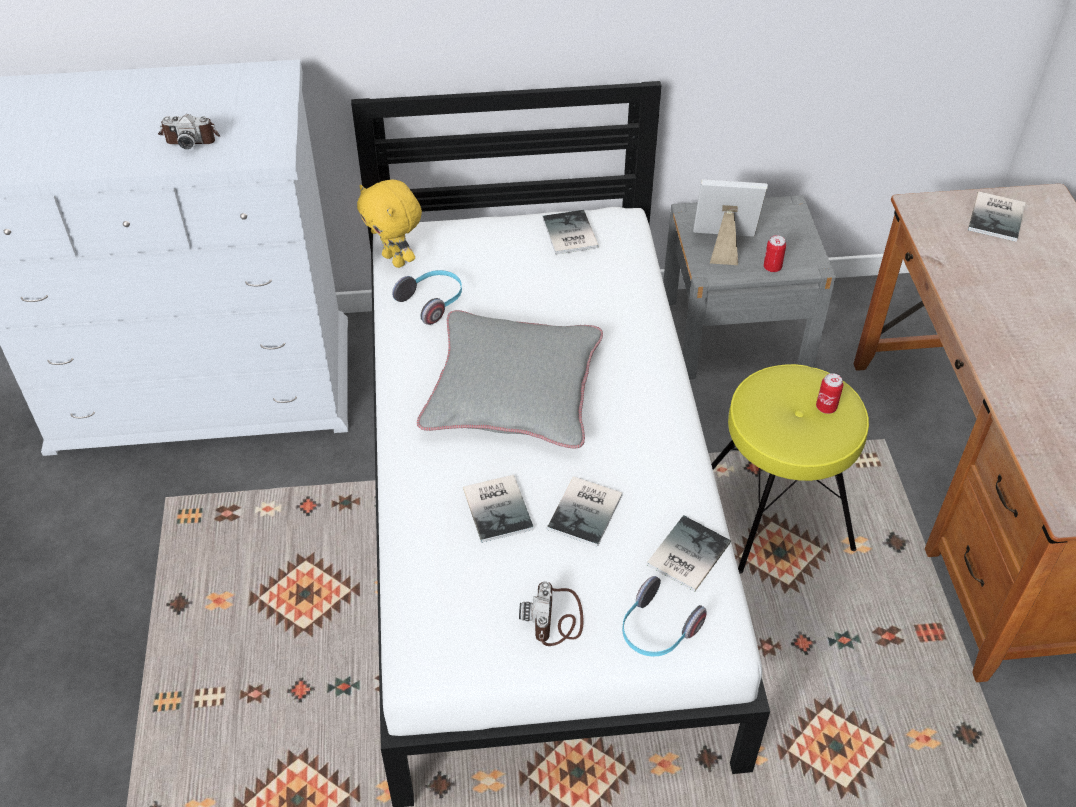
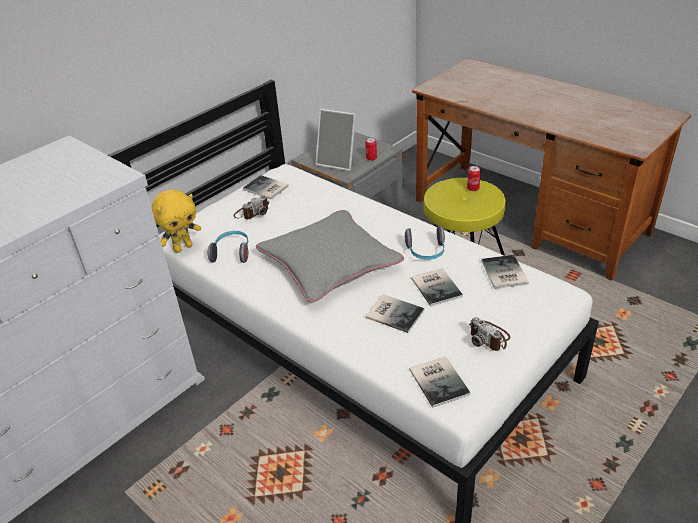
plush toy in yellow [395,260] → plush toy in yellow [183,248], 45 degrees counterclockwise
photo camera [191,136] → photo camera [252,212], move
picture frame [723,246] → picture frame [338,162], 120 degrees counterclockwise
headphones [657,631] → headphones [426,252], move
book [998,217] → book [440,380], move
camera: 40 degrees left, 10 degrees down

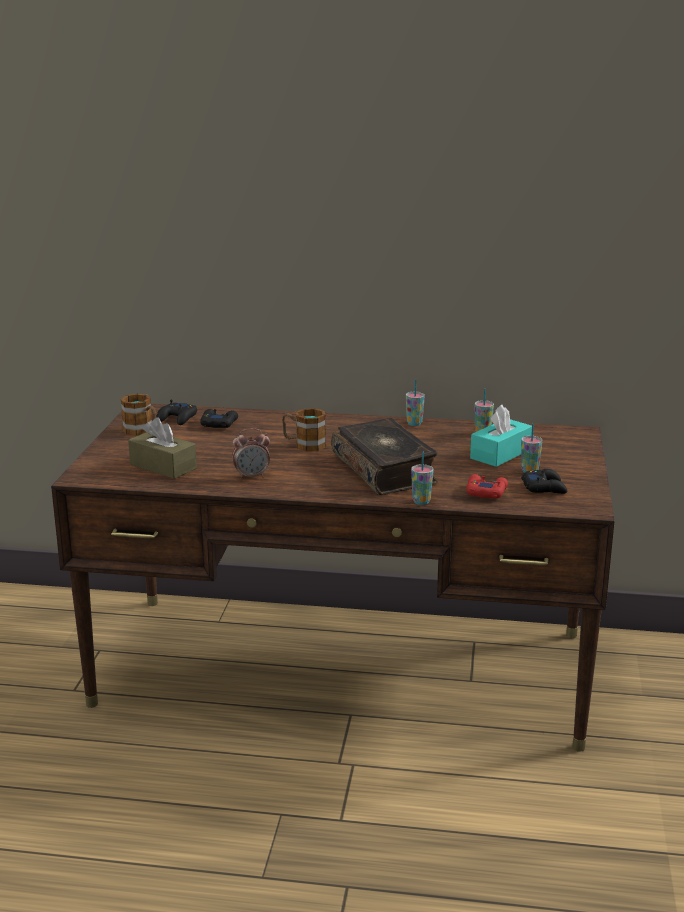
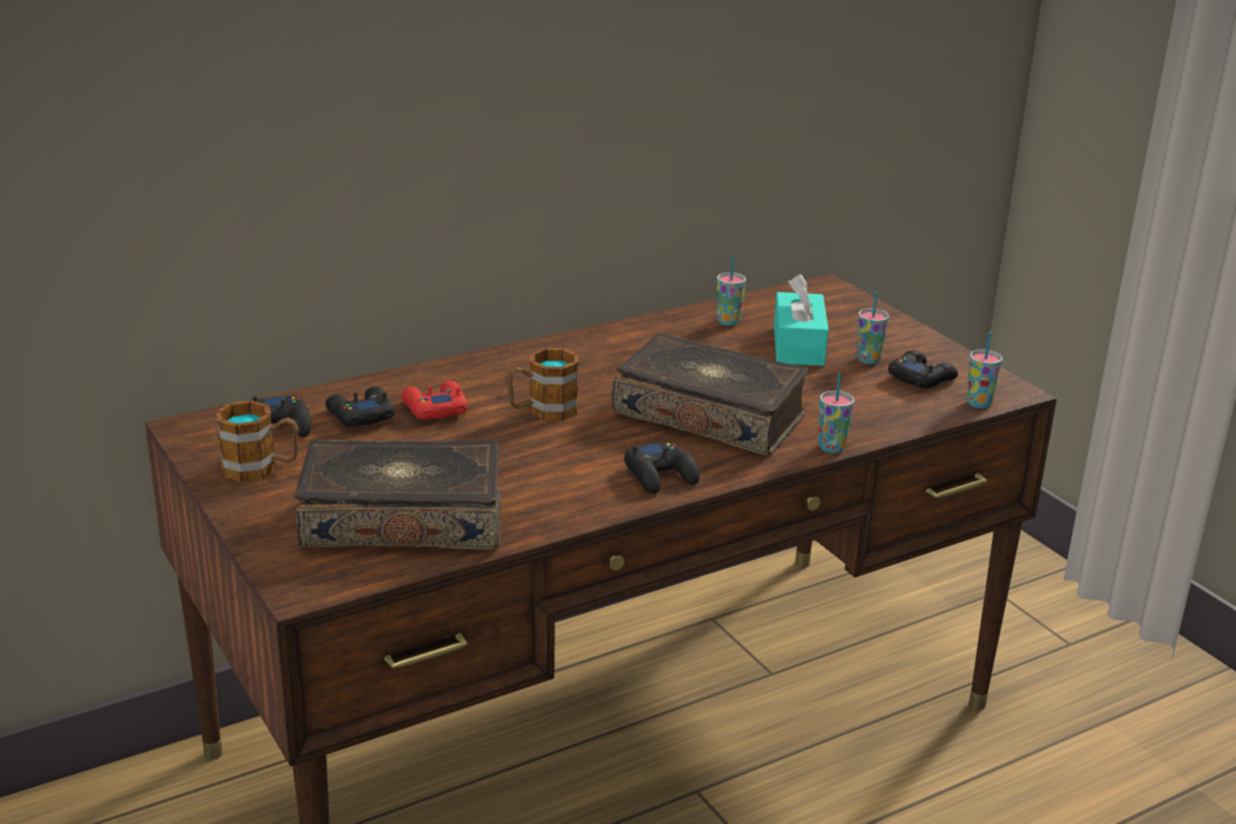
tissue box in brown [163,466] → book [403,518]
game controller in red [486,492] → game controller in red [434,409], move
- → game controller in black [661,475]
cup [414,423] → cup [978,403], move
alarm clock [251,476] → -
camera: 40 degrees left, 5 degrees up

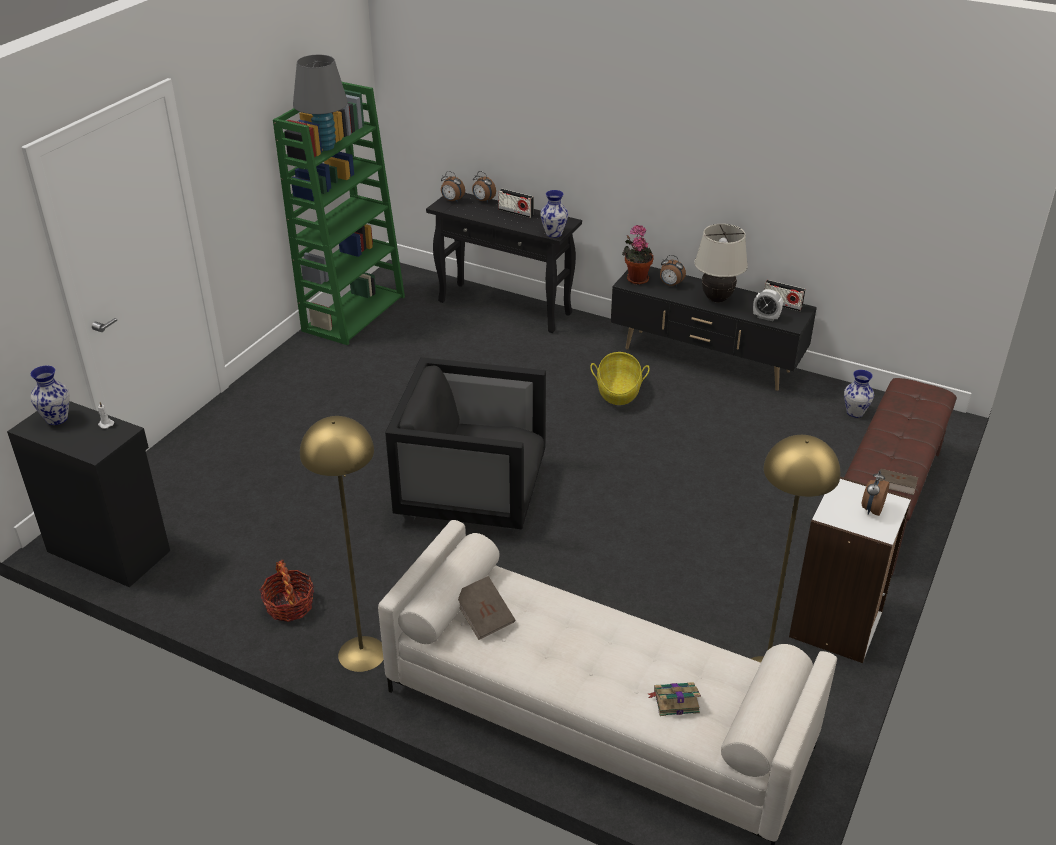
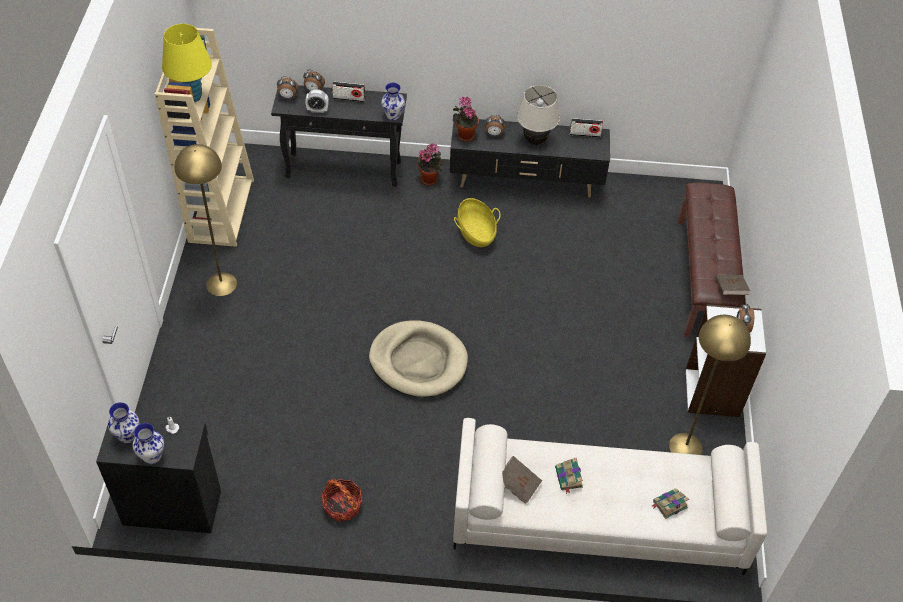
vase [854,412] → vase [152,457], move
bookcase in green [354,313] → bookcase in beige [221,209]
table lamp in grey [325,147] → table lamp in yellow [193,97]
floor lamp in yellow [361,653] → floor lamp in yellow [221,284], move
alarm clock [766,317] → alarm clock [317,110], move
armchair in black [473,492] → dog bed in beige [418,361]
- → potted plant [430,178]
- → book [569,478]
camera: 25 degrees left, 15 degrees up

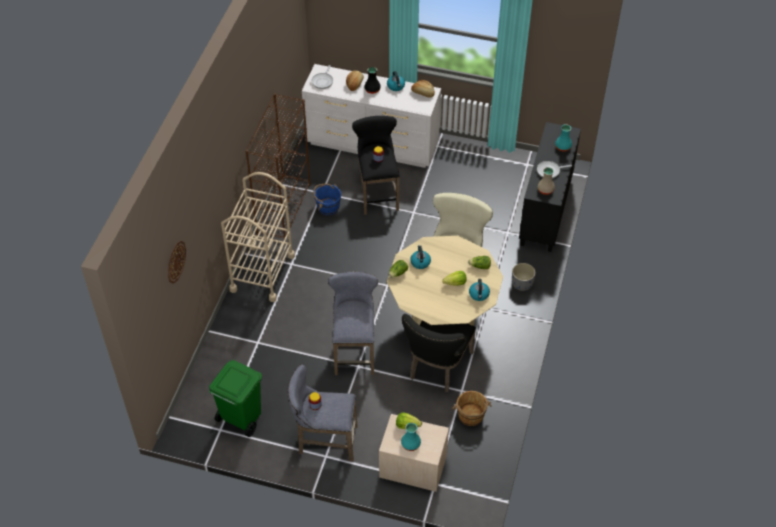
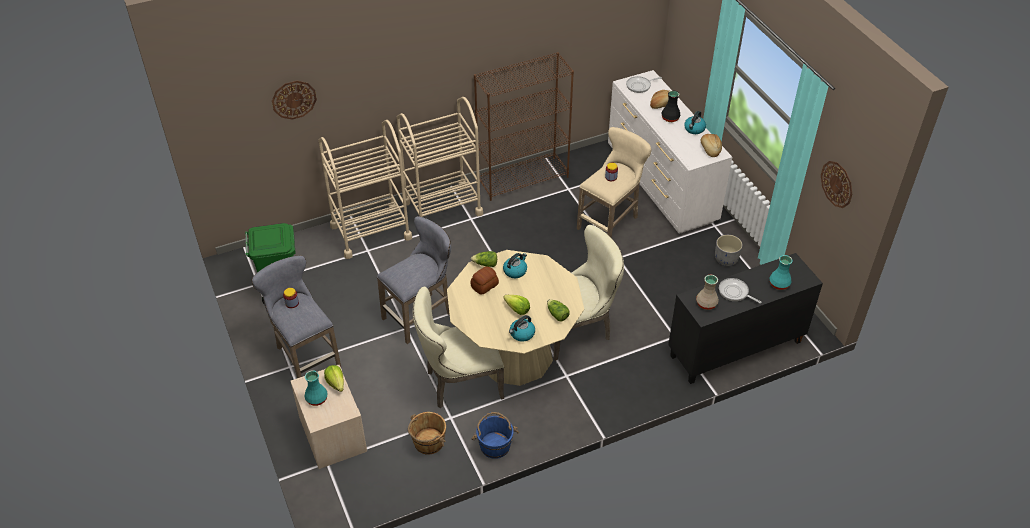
- → cart in beige [371,232]
chair in black [437,368] → chair in beige [459,383]
- → bread [484,285]
bucket in blue [328,207] → bucket in blue [495,445], move
stool in black [377,193] → stool in beige [611,222]
planter in grey [521,284] → planter in grey [725,259], move
- → wall clock [837,184]
camera: 50 degrees right, 5 degrees down

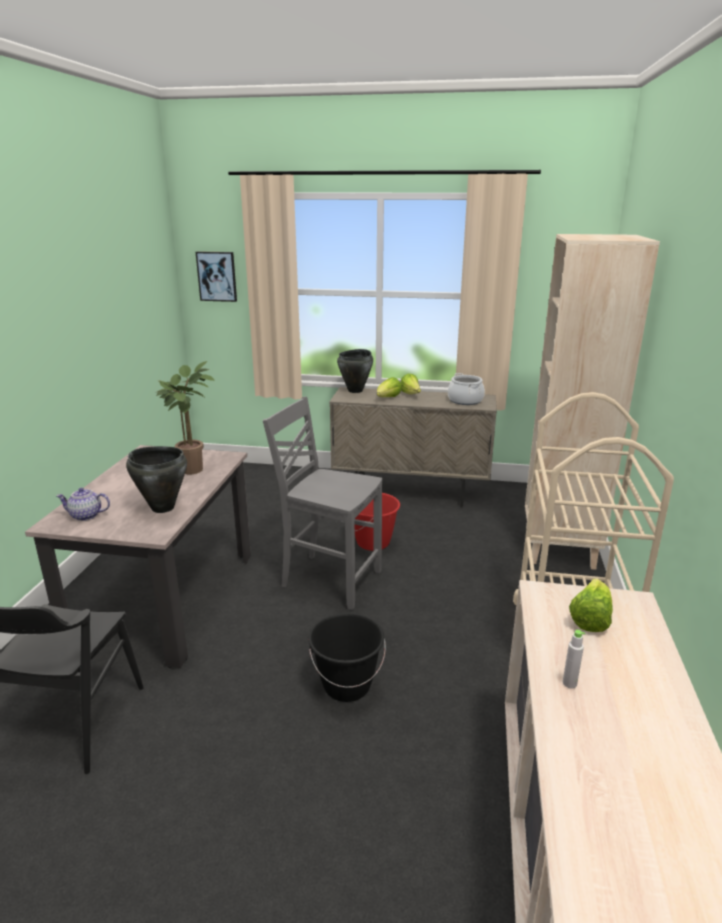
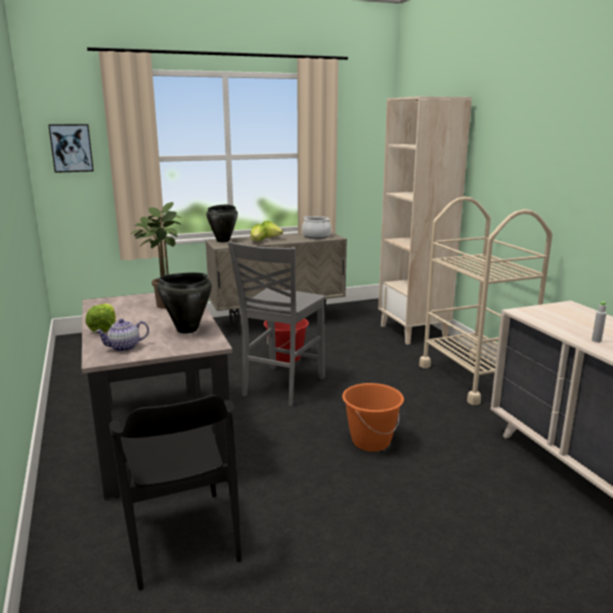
lettuce [590,619] → lettuce [103,328], move
chair in grey [329,579] → chair in grey [281,387], 60 degrees counterclockwise
bucket in black [347,685] → bucket in orange [370,441]
camera: 30 degrees left, 5 degrees down

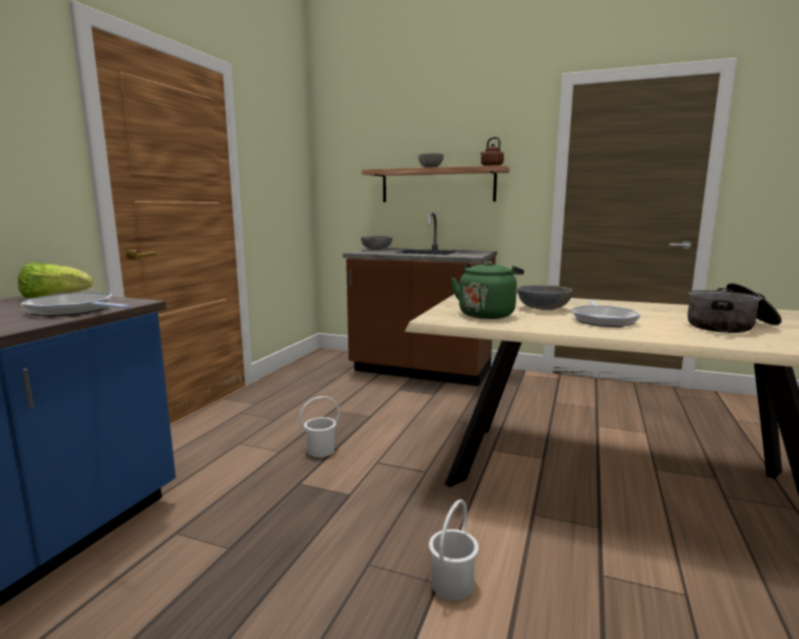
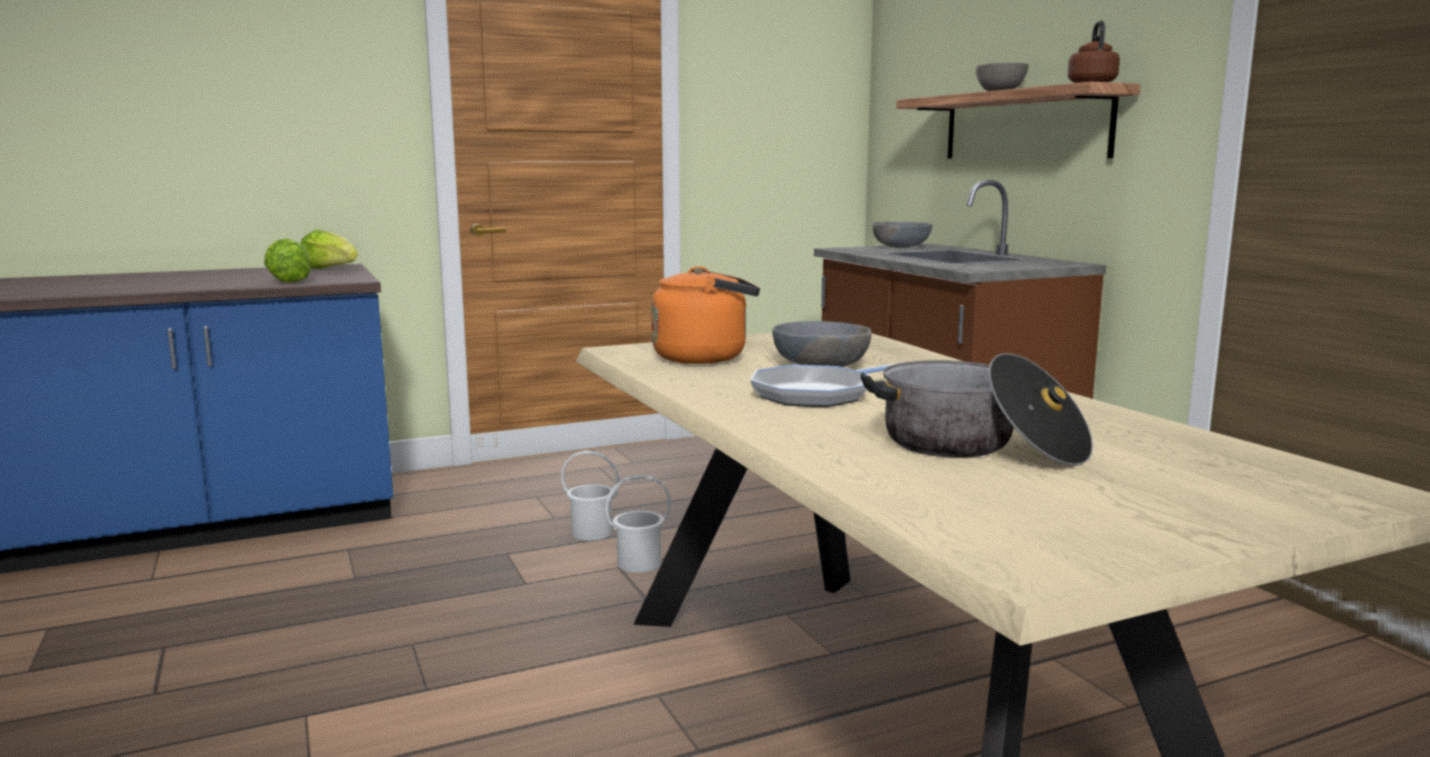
frying pan [74,310] → lettuce [289,280]
bucket in white [453,584] → bucket in white [639,564], move
kettle in green [487,314] → kettle in orange [705,357]
camera: 45 degrees right, 0 degrees up

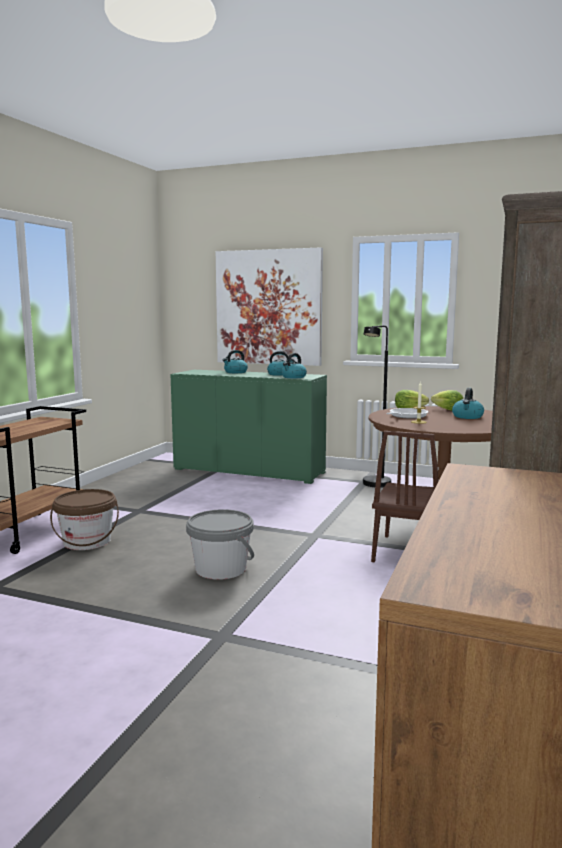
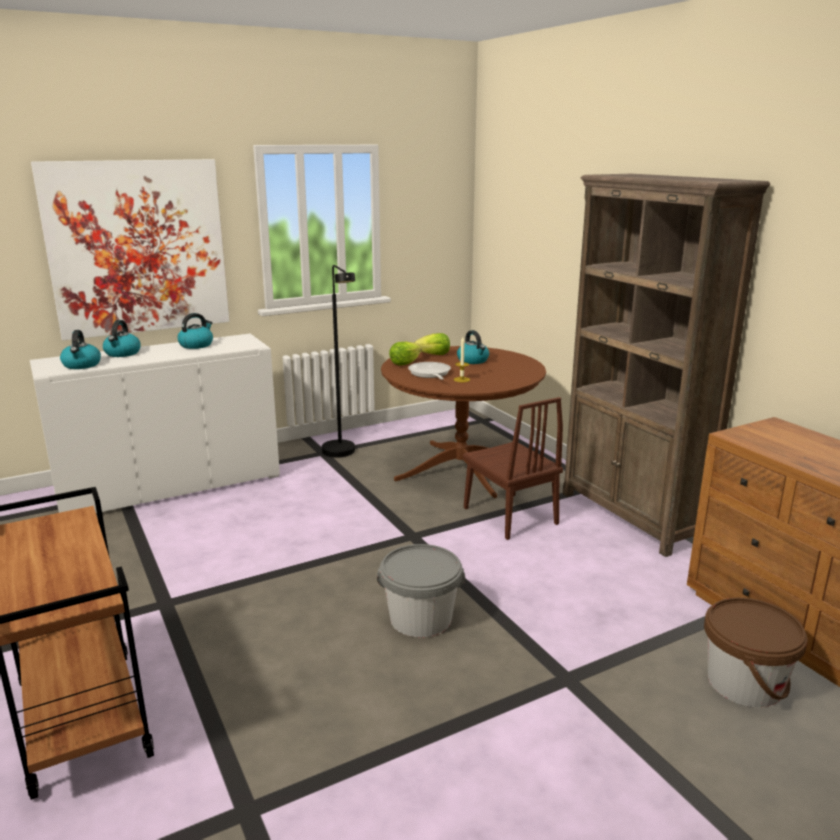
cabinet in green [249,471] → cabinet in white [170,486]
kettle [293,377] → kettle [82,365], move
bucket in brown [87,542] → bucket in brown [744,683], move
camera: 50 degrees left, 10 degrees up

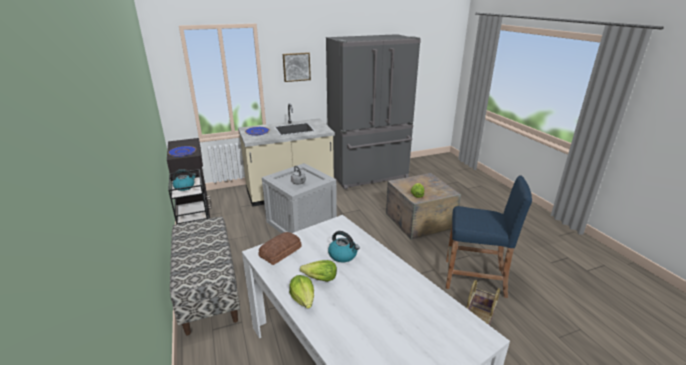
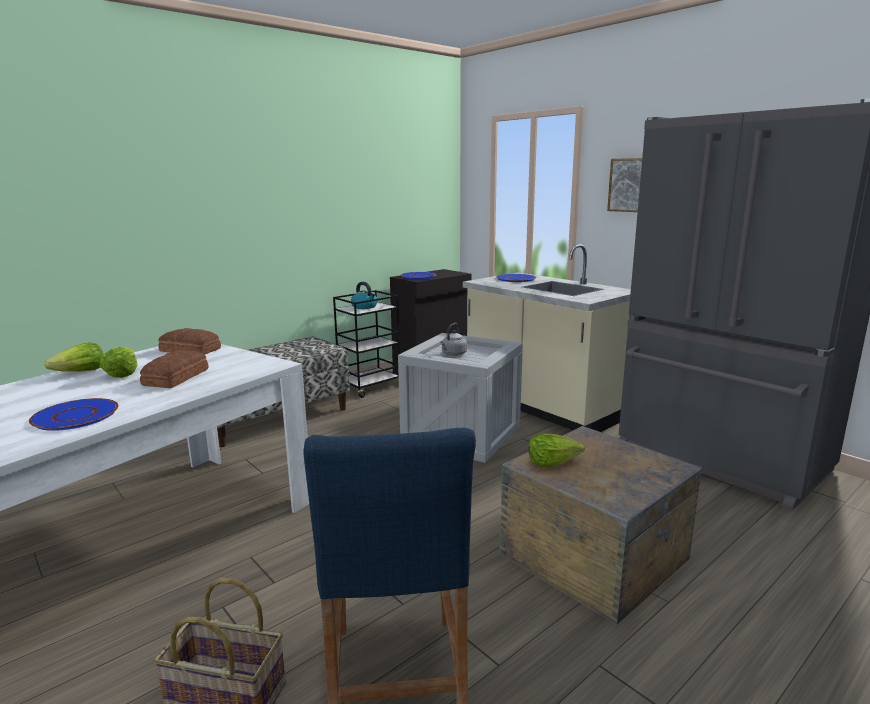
- → plate in blue [75,416]
kettle [343,255] → bread [178,377]
camera: 70 degrees right, 10 degrees down

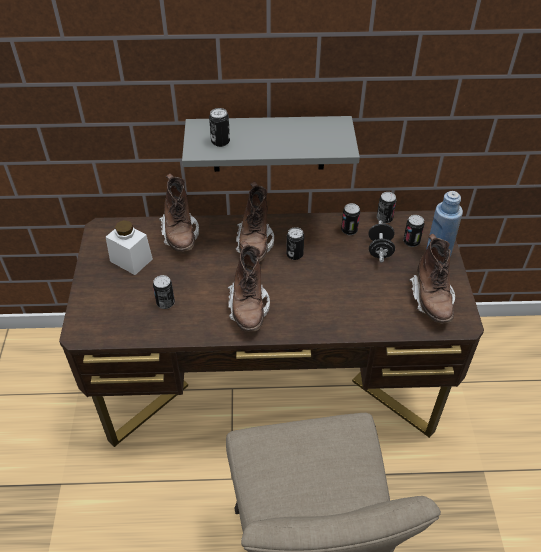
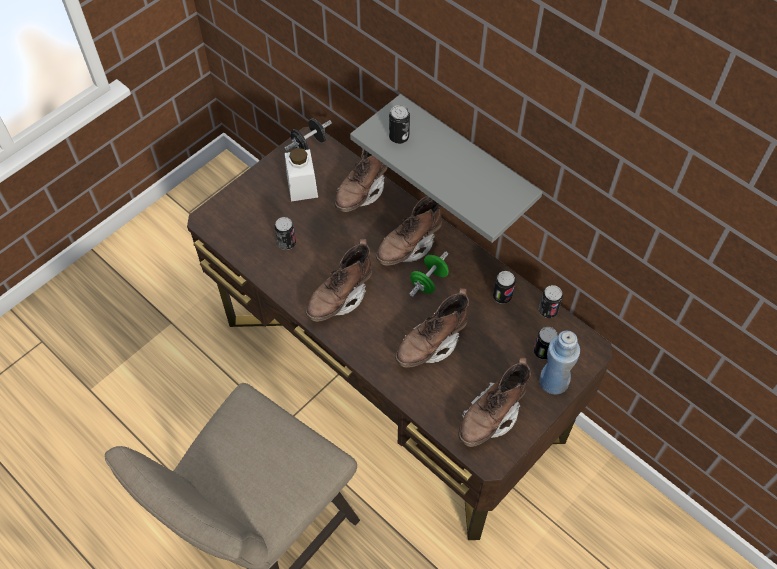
dumbbell in black [380,250] → dumbbell in black [309,144], move
- → boot in brown [431,344]
can [294,254] → dumbbell in green [428,281]
camera: 45 degrees right, 10 degrees up

